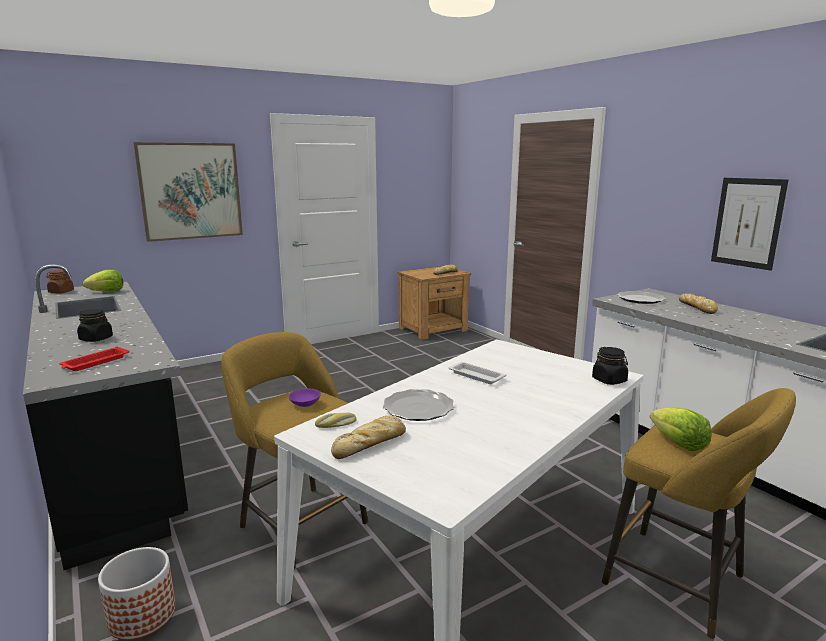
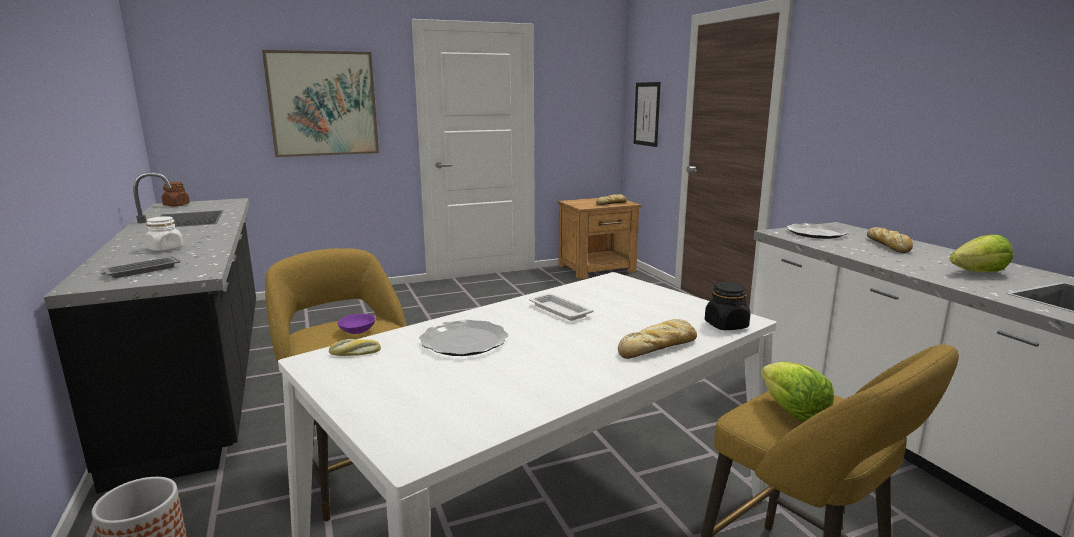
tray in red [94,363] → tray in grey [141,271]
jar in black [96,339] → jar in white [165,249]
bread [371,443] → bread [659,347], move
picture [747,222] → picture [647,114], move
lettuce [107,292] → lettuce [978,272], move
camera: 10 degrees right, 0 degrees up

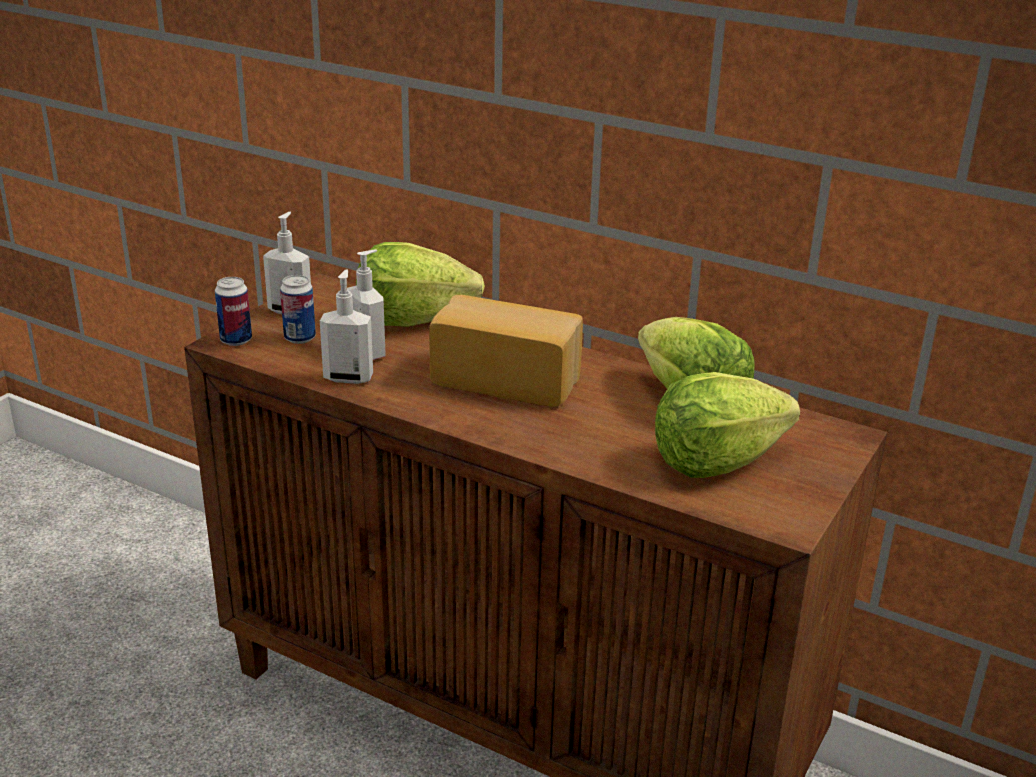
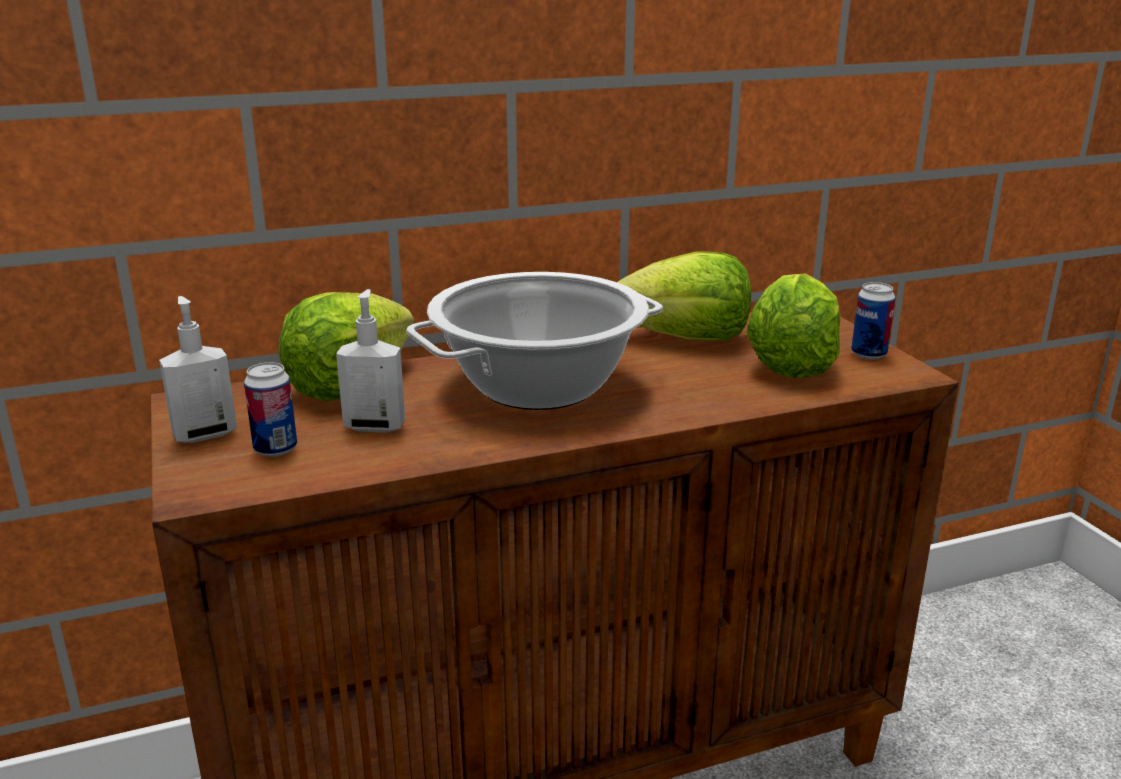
bread [508,378] → cooking pot [539,385]
can [236,340] → can [868,354], move
soap dispenser [348,377] → -
camera: 50 degrees left, 5 degrees down

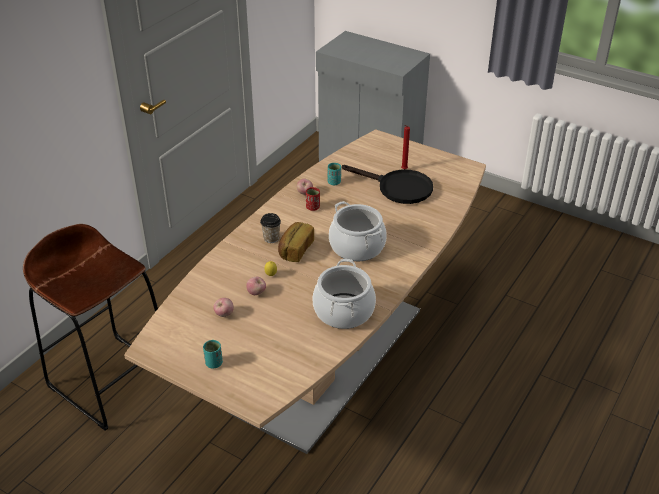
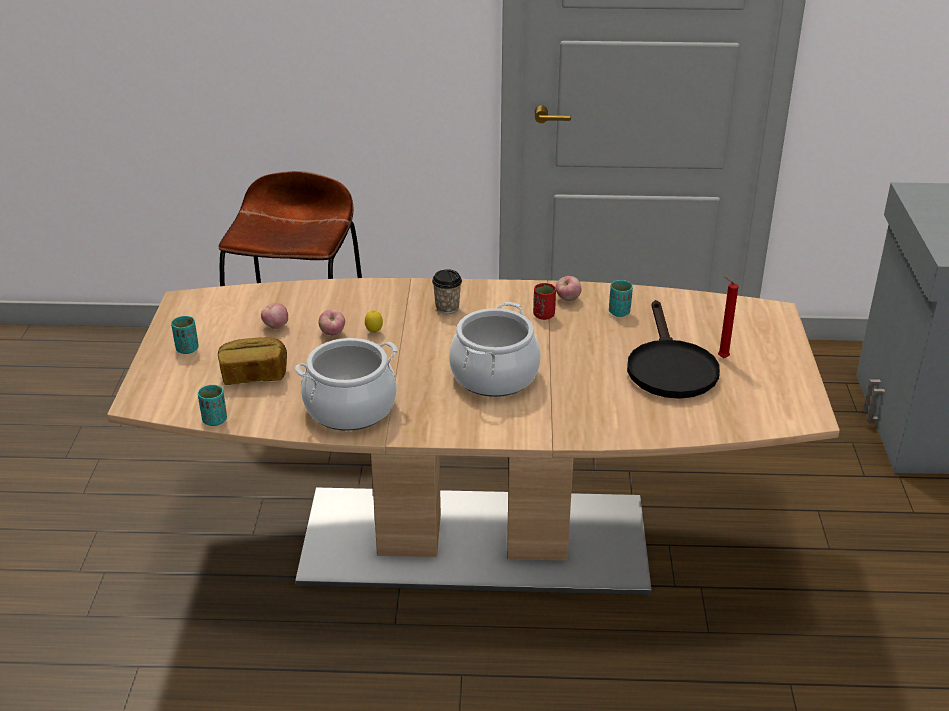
- → cup in turquoise [214,420]
bread [295,250] → bread [254,375], move
camera: 60 degrees right, 5 degrees down

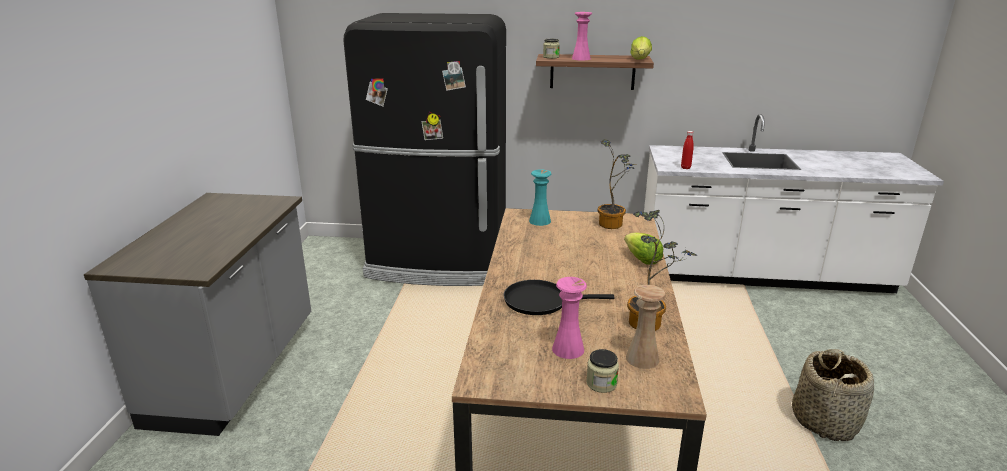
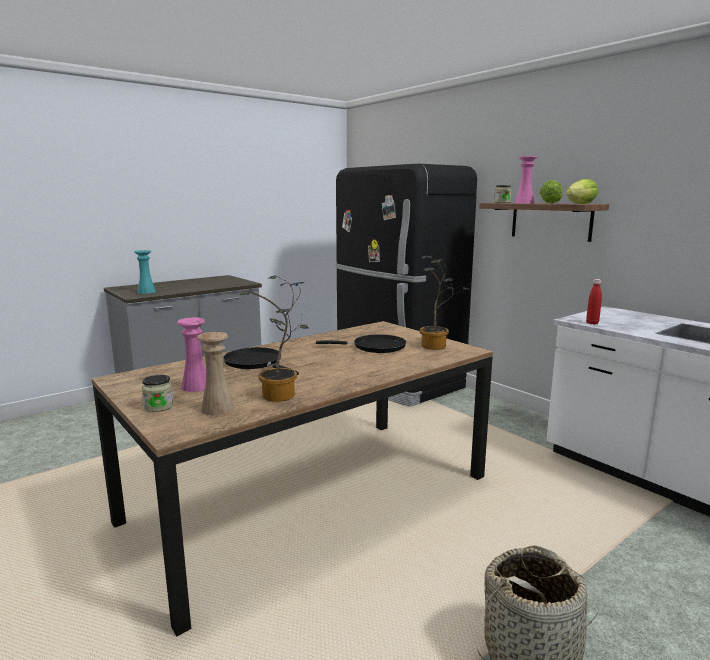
vase in turquoise [540,221] → vase in turquoise [146,292], move
- → frying pan in black [375,347]
lettuce [642,260] → lettuce [549,203], move
camera: 45 degrees right, 10 degrees down

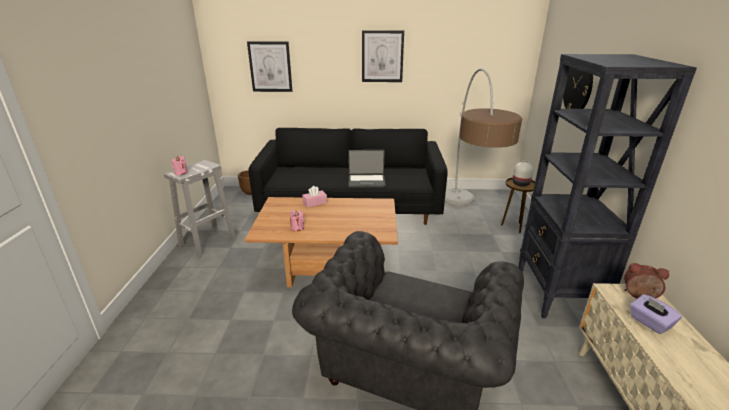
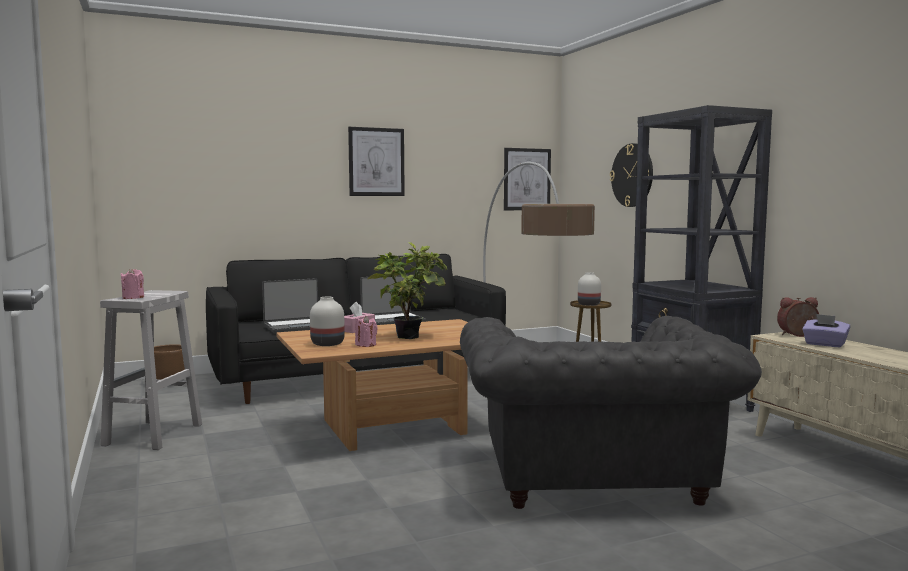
- → laptop [296,327]
- → vase in white [326,344]
- → potted plant [410,336]
picture [270,67] → picture [526,179], move
camera: 25 degrees left, 20 degrees down

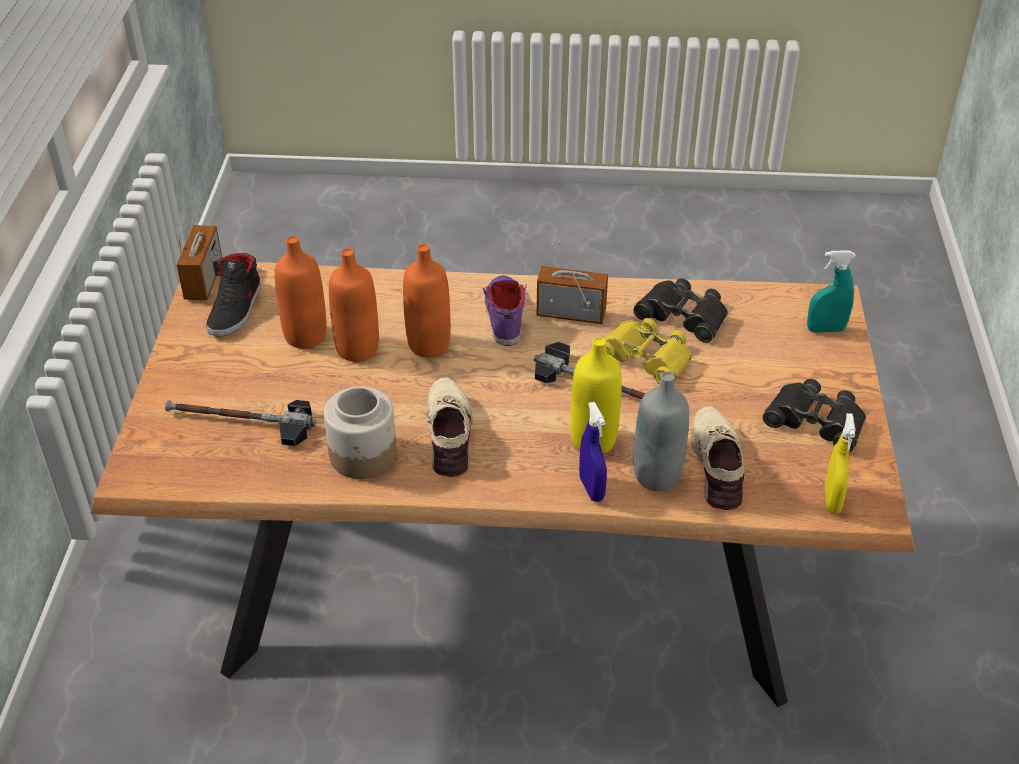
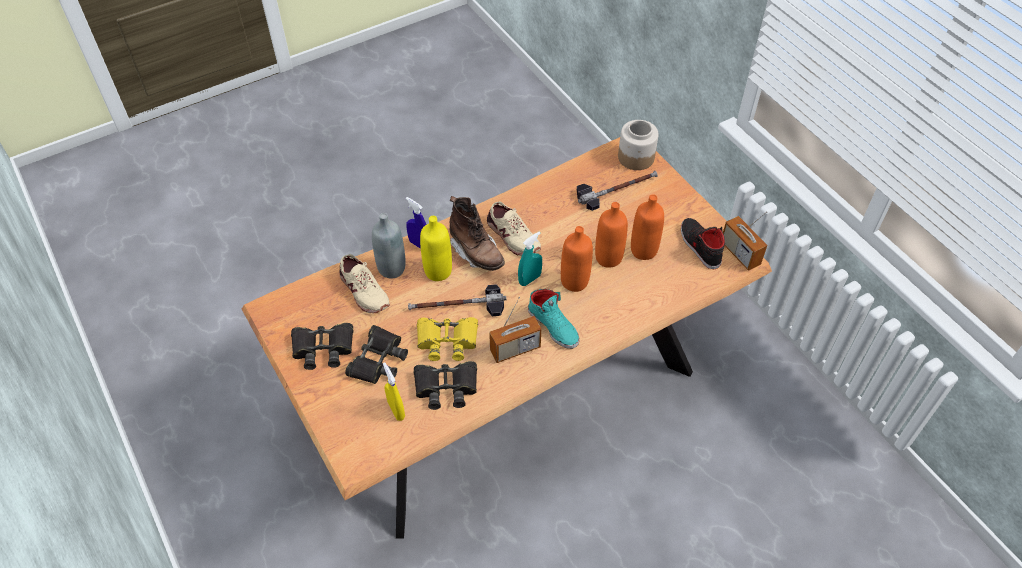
- → binoculars in black [378,360]
spray bottle in yellow [832,500] → spray bottle in yellow [396,410], move
- → boot in brown [476,252]
spray bottle in turquoise [825,329] → spray bottle in turquoise [530,279], move
shoe in purple [503,315] → shoe in turquoise [553,326]
jar [363,455] → jar [635,157], move
camera: 145 degrees right, 10 degrees up

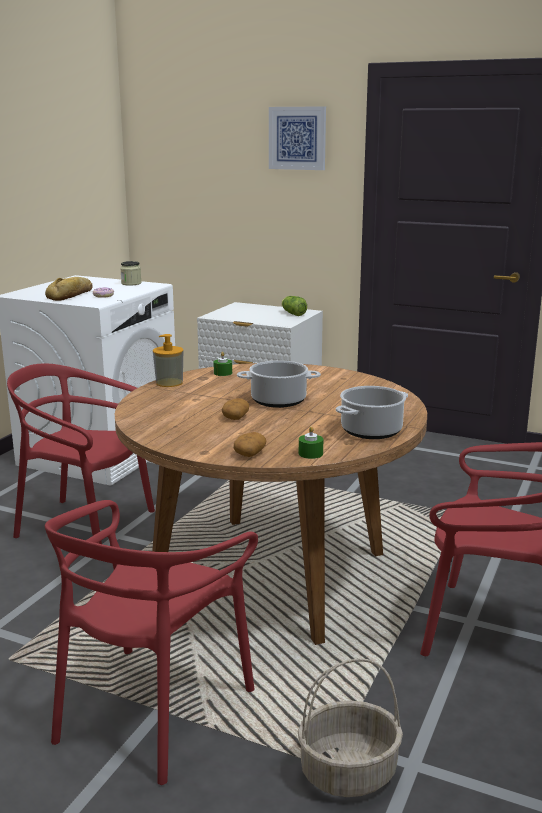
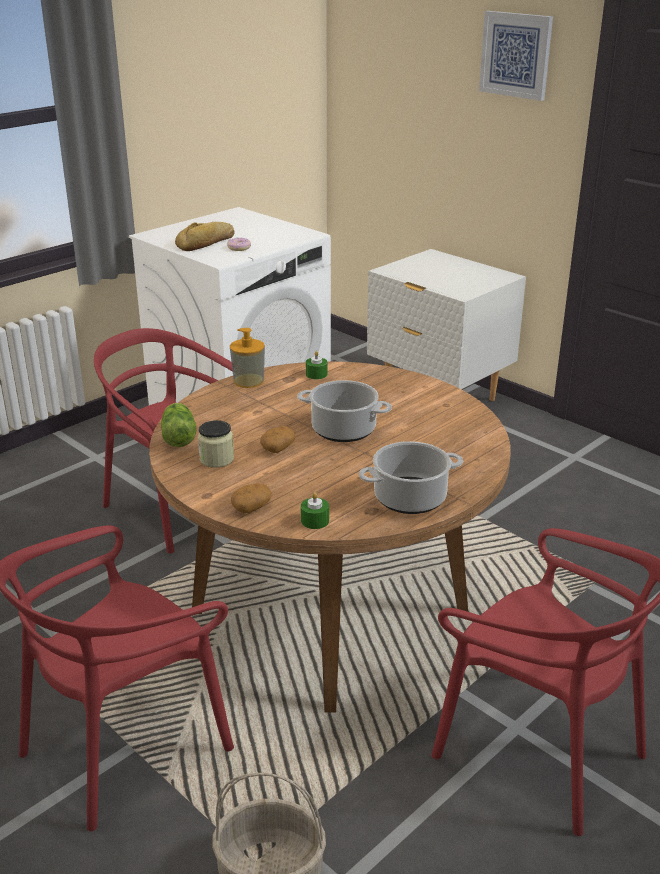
lettuce [292,313] → lettuce [179,436], move
jar [131,283] → jar [216,459], move
camera: 20 degrees right, 10 degrees up

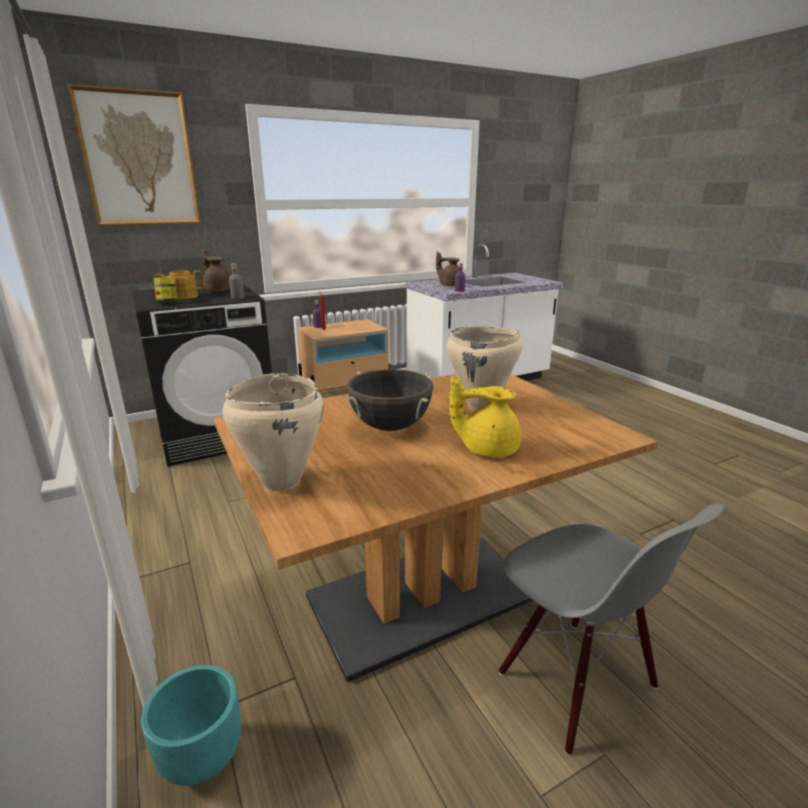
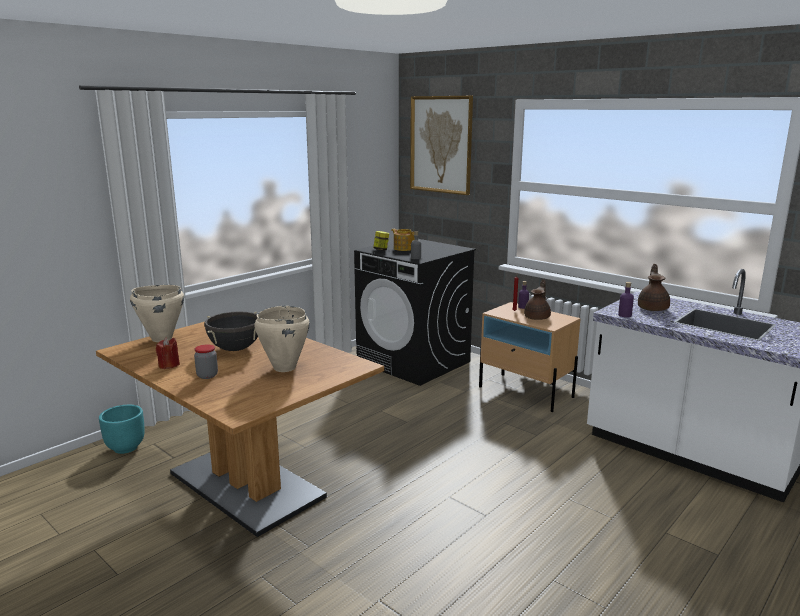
- → candle in red [169,365]
teapot in yellow [486,448] → jar [207,375]
teapot in brown [218,290] → teapot in brown [537,317], move
chair in grey [575,681] → -
camera: 70 degrees right, 5 degrees down

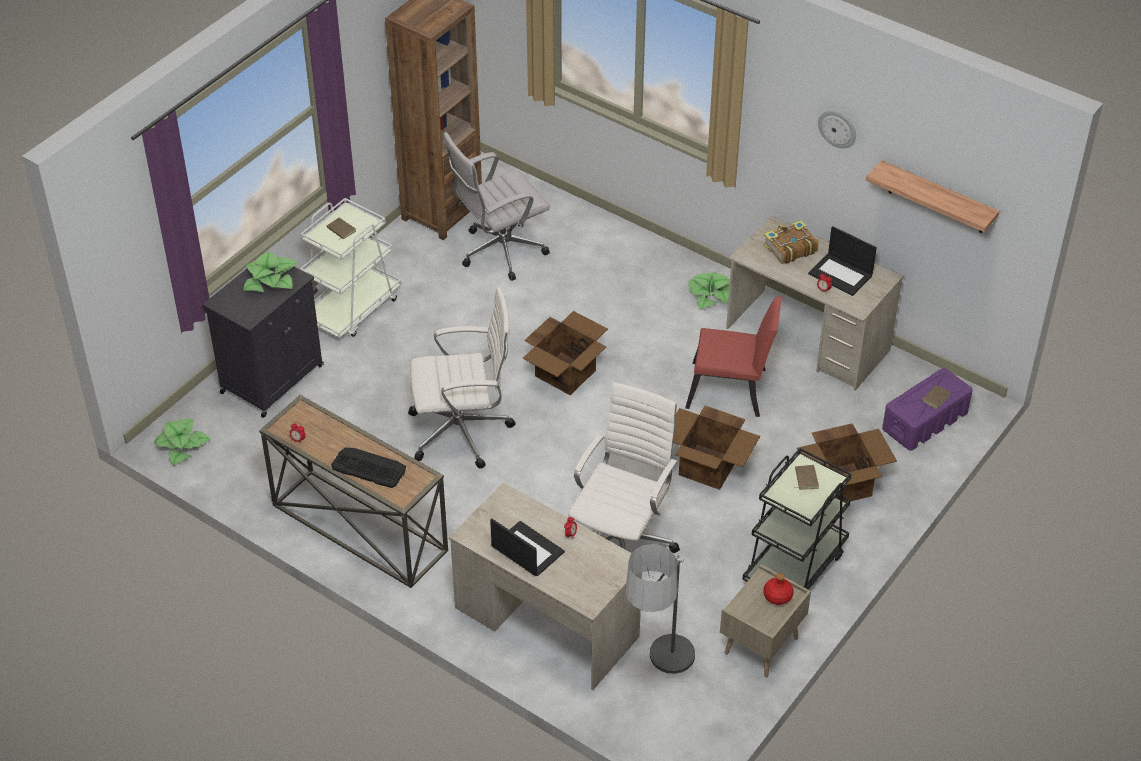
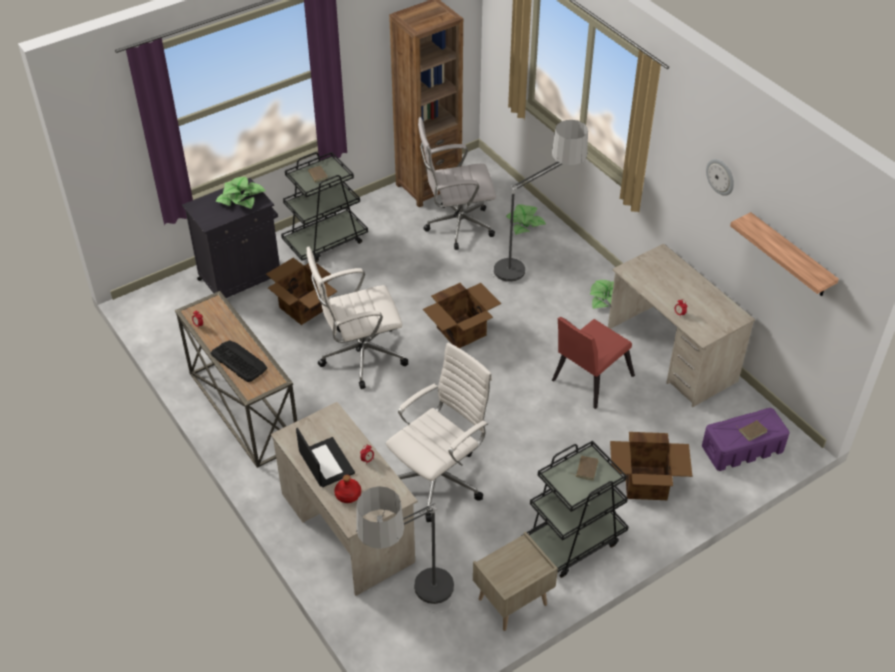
cardboard box [708,467] → cardboard box [304,308], move
cart in white [352,308] → cart in black [326,241]
office chair in white [463,431] → office chair in white [360,355], 150 degrees clockwise
bottle in red [778,596] → bottle in red [348,495], move
- → floor lamp [533,266]
potted plant [182,445] → potted plant [525,223], move
chair in red [732,391] → chair in red [588,380], 105 degrees clockwise
book [789,248] → -
laptop [841,274] → -
camera: 20 degrees right, 0 degrees up

